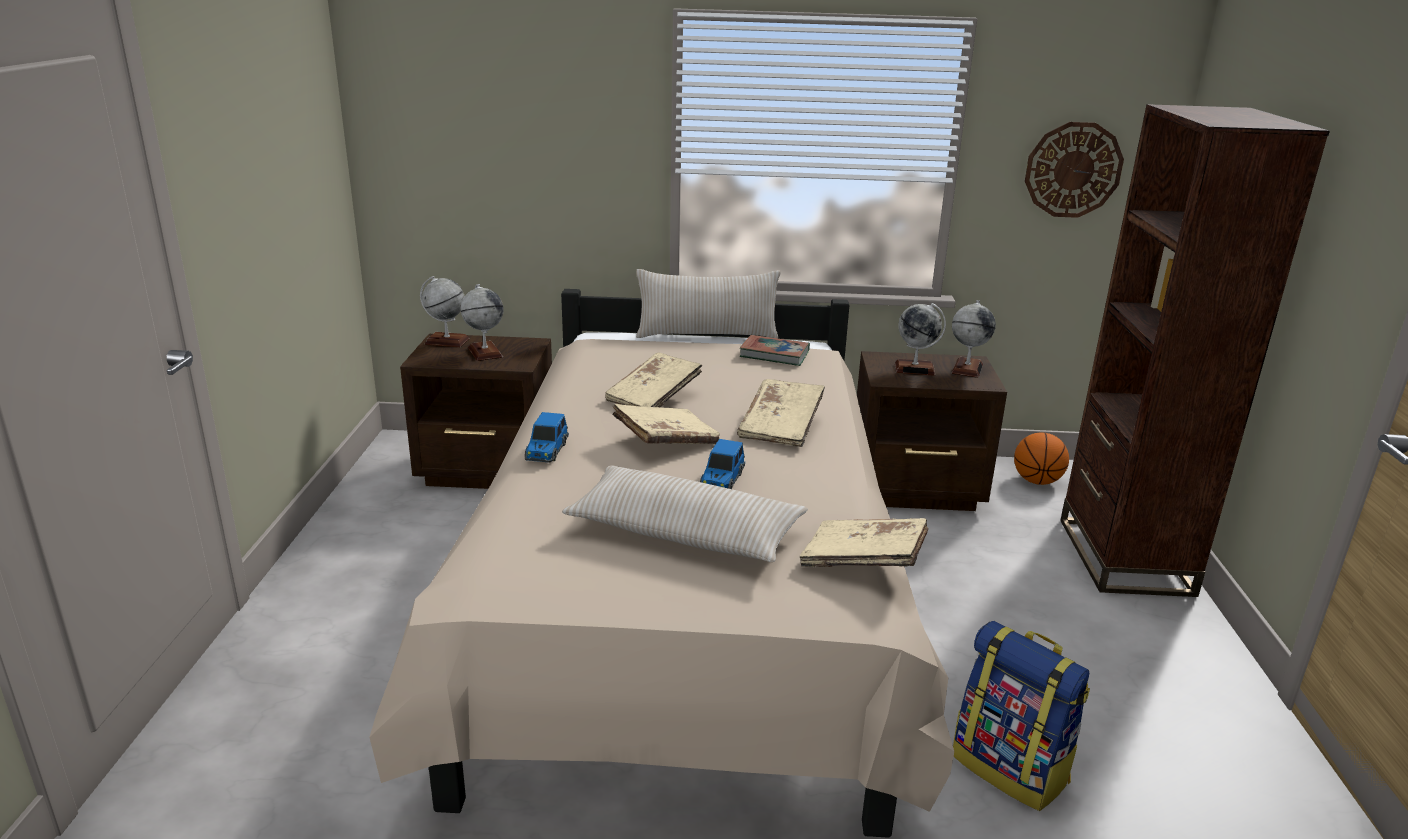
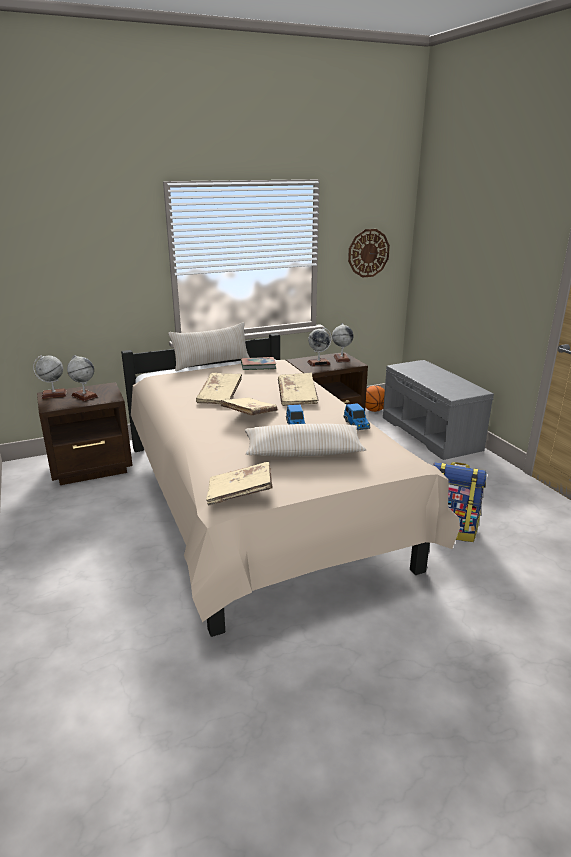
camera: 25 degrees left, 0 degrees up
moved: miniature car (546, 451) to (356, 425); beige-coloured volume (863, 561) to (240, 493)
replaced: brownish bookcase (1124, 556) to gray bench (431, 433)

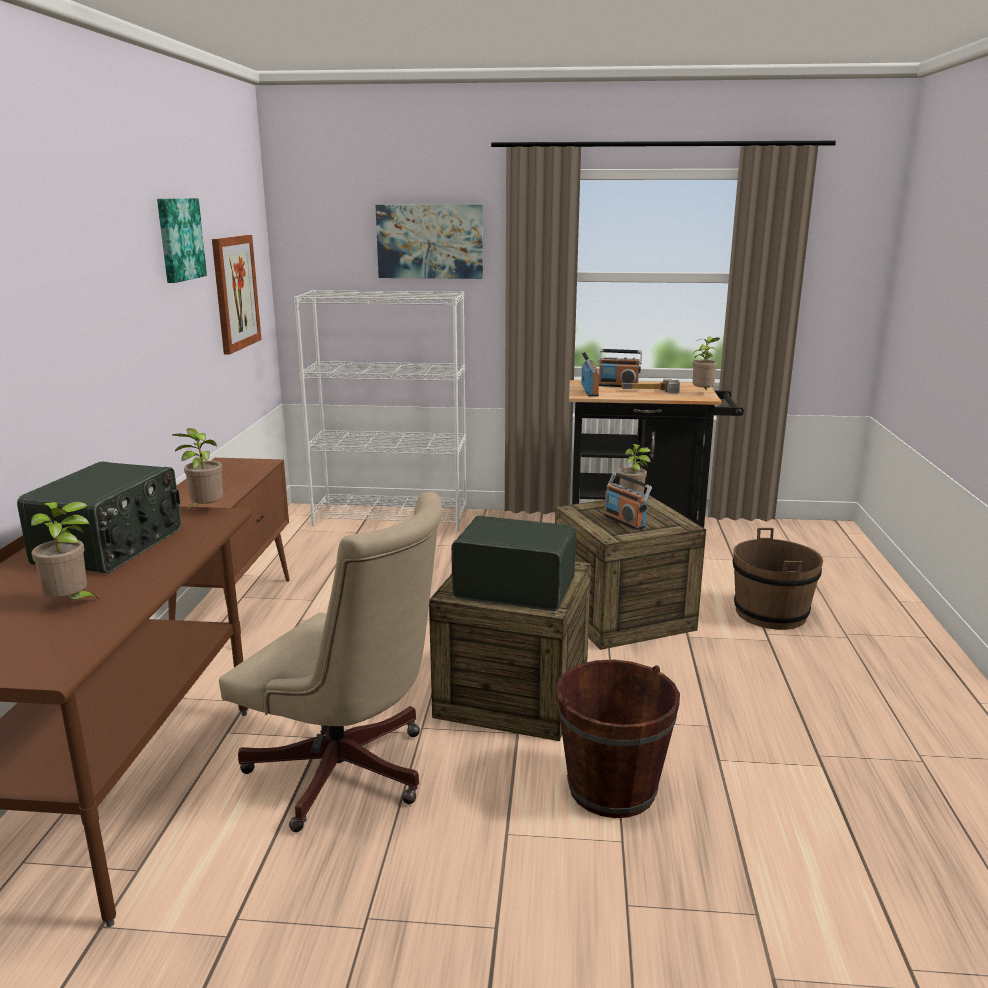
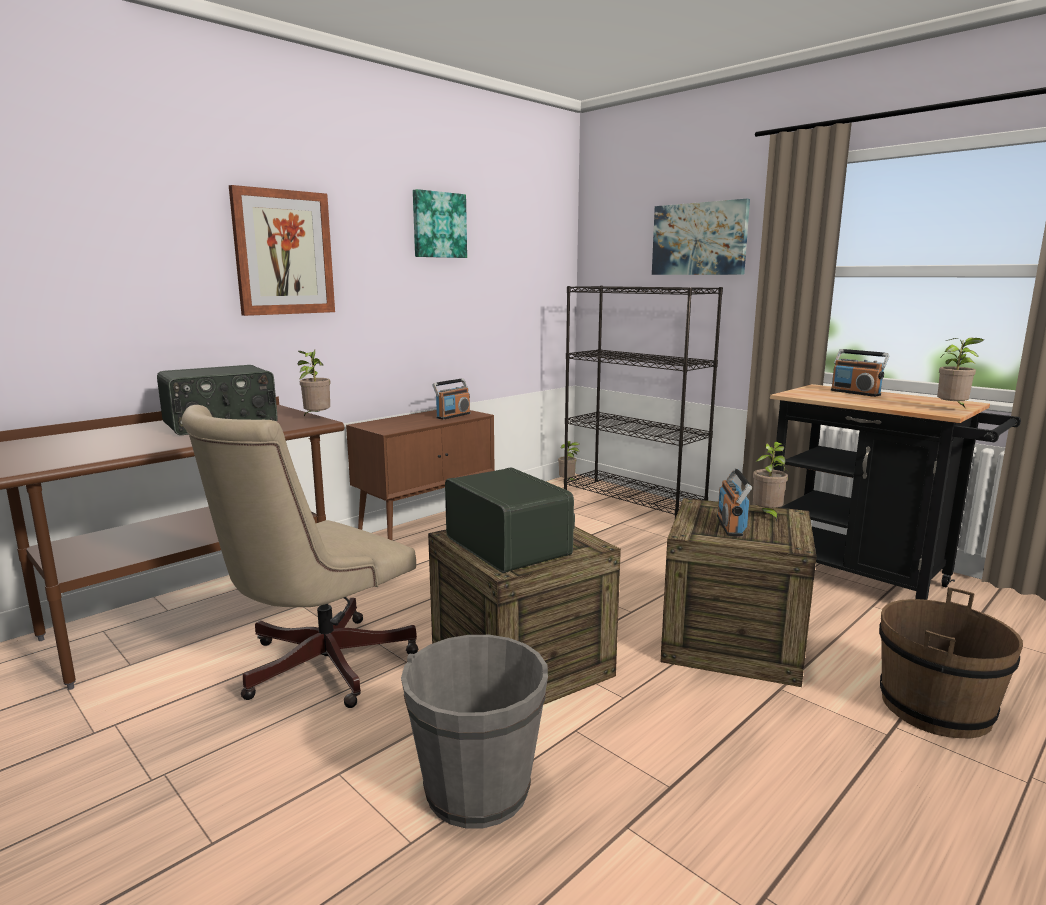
camera: 40 degrees right, 5 degrees down
removed: hammer (652, 391)
moved: houseplant (71, 604) to (568, 482); picture (235, 293) to (283, 253); radio receiver (590, 392) to (453, 416)
recoloured: white-coloured bookcase (391, 517) to blackish bookcase (633, 500); brownish pail (612, 789) to gray pail (477, 789)
turned: beige-coloured computer chair (348, 775) = (315, 667) 60 degrees clockwise

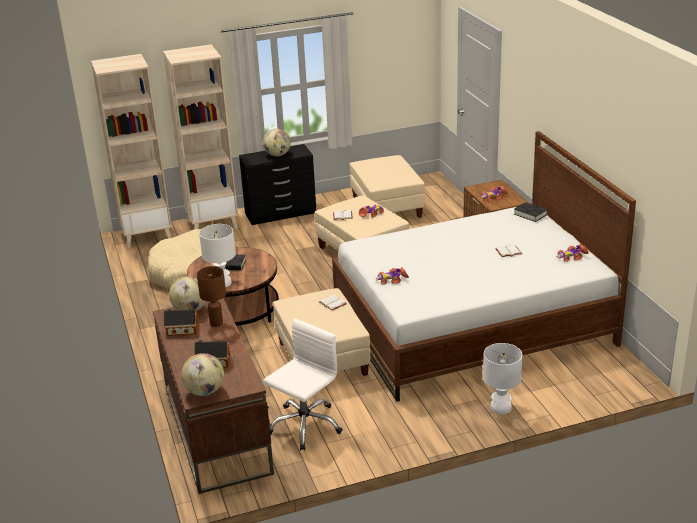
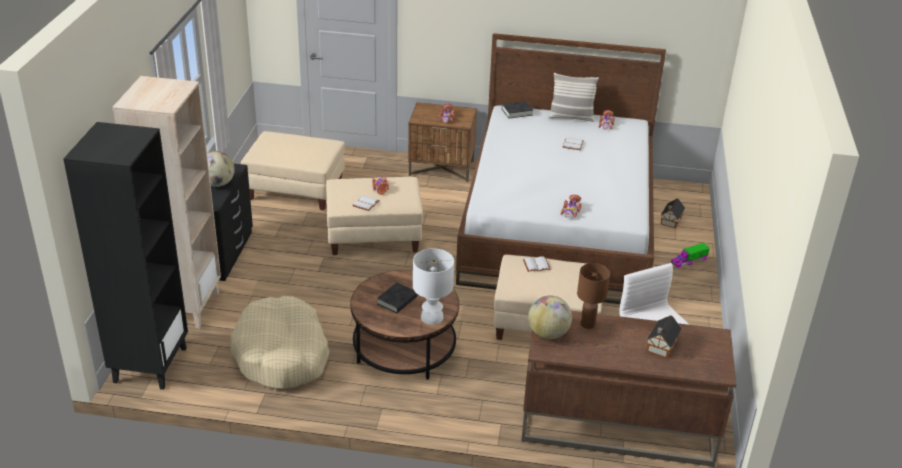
camera: 65 degrees left, 5 degrees up
removed: world globe (205, 391)
added: throw pillow (571, 117)
moved: model house (181, 329) to (670, 221)
replaced: white-coloured table lamp (500, 408) to model truck (689, 261)
recoloured: beige-coloured bookcase (147, 236) to blackish bookcase (150, 364)

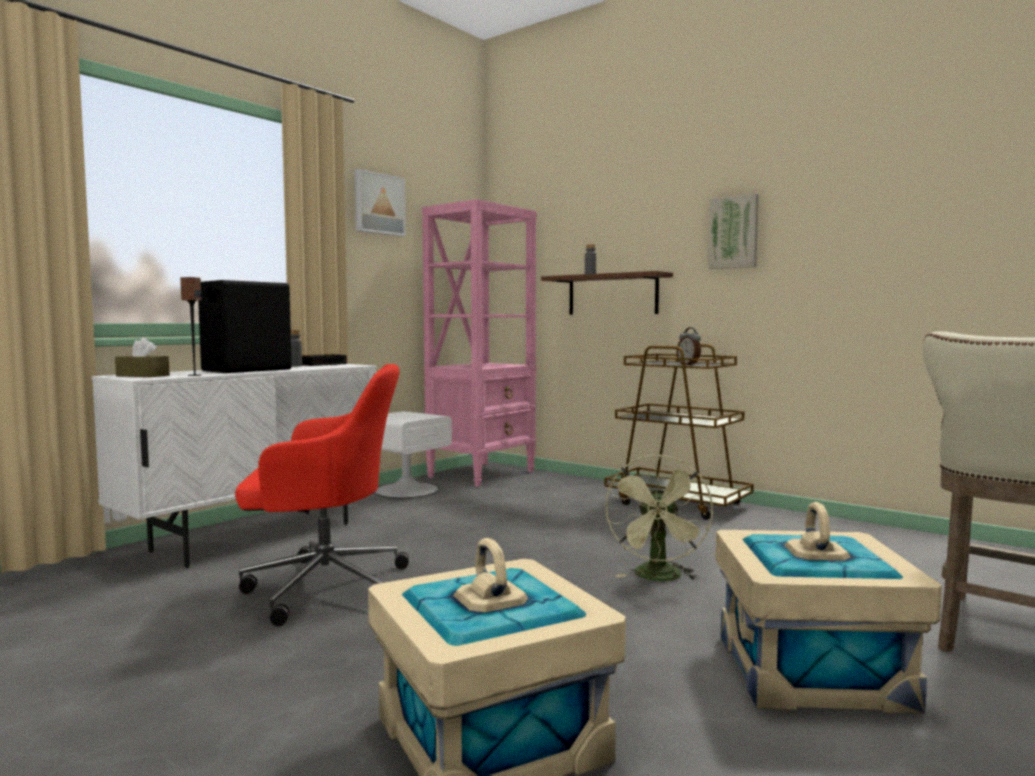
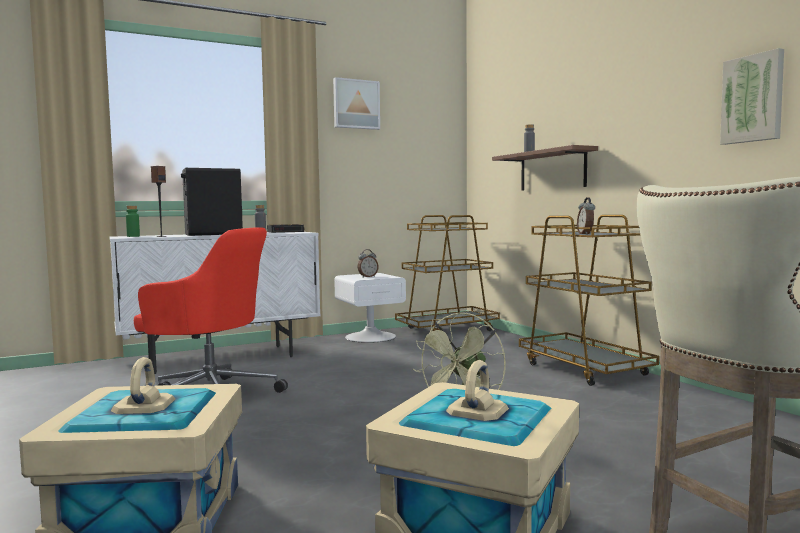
camera: 25 degrees right, 0 degrees up
added: alarm clock (367, 277)
moved: picture (734, 232) to (753, 99)
replaced: brownish tissue holder (142, 375) to green drink bottle (133, 236); pink-coloured bookcase (482, 474) to brownish trolley (447, 329)

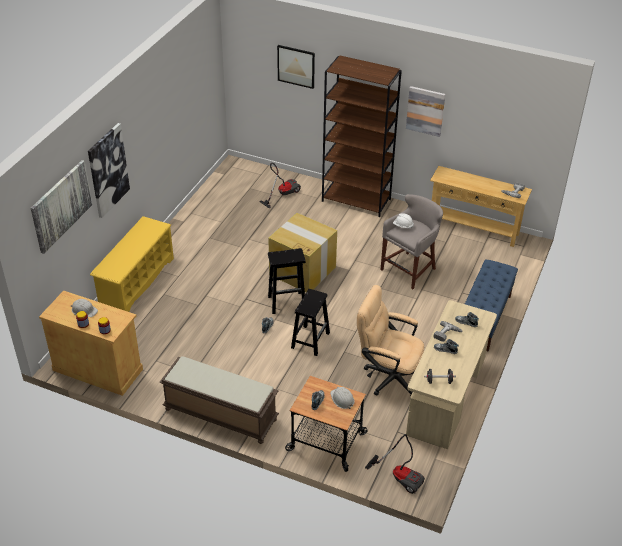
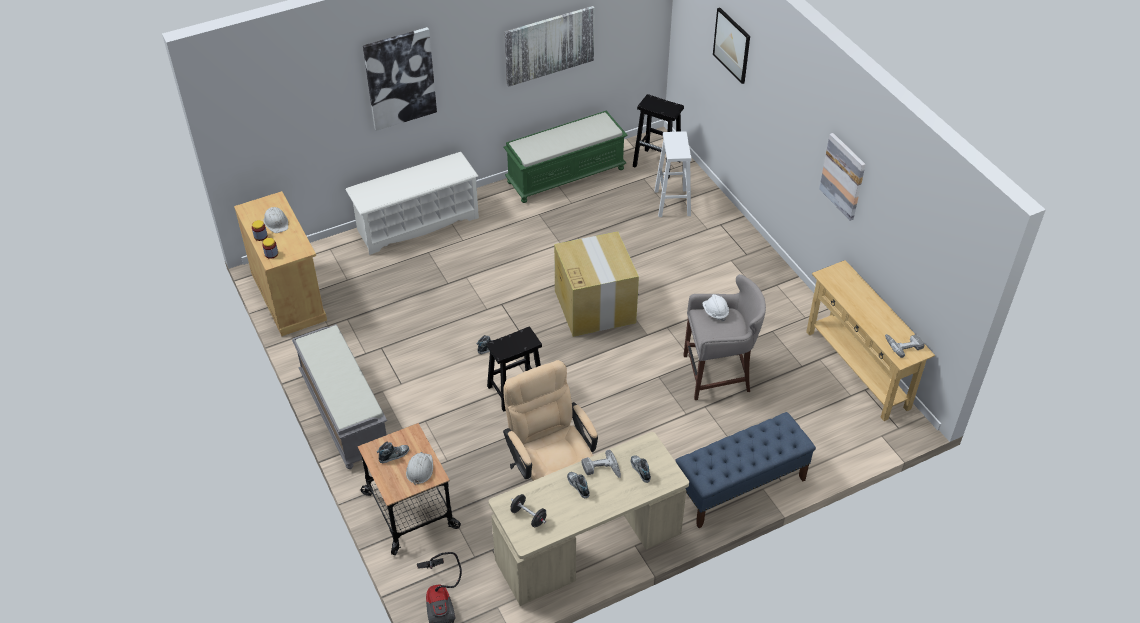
camera: 40 degrees right, 5 degrees up
removed: brownish bookcase (356, 200)
added: green bench (566, 175)
moved: picture (61, 206) to (549, 45); blackish stool seat (287, 302) to (657, 164)
replaced: hoover (282, 194) to white-coloured stool seat (672, 203)
recoloured: yellowish shoe stand (136, 281) to white-coloured shoe stand (417, 224); brownish bench (219, 414) to gray bench (343, 413)

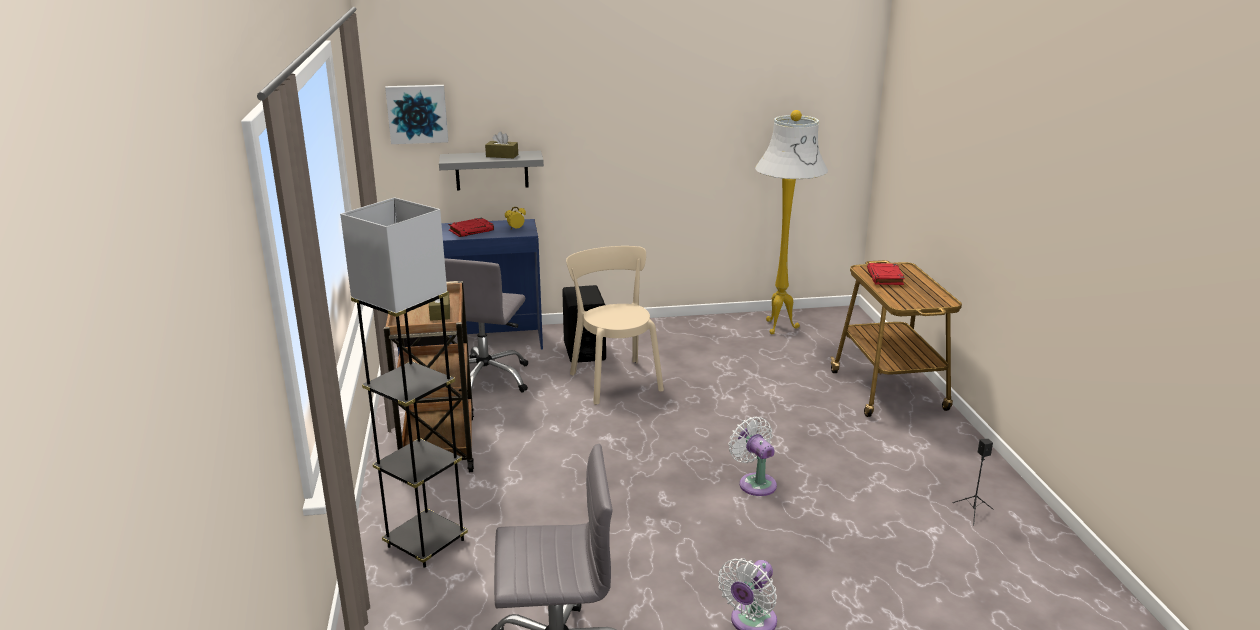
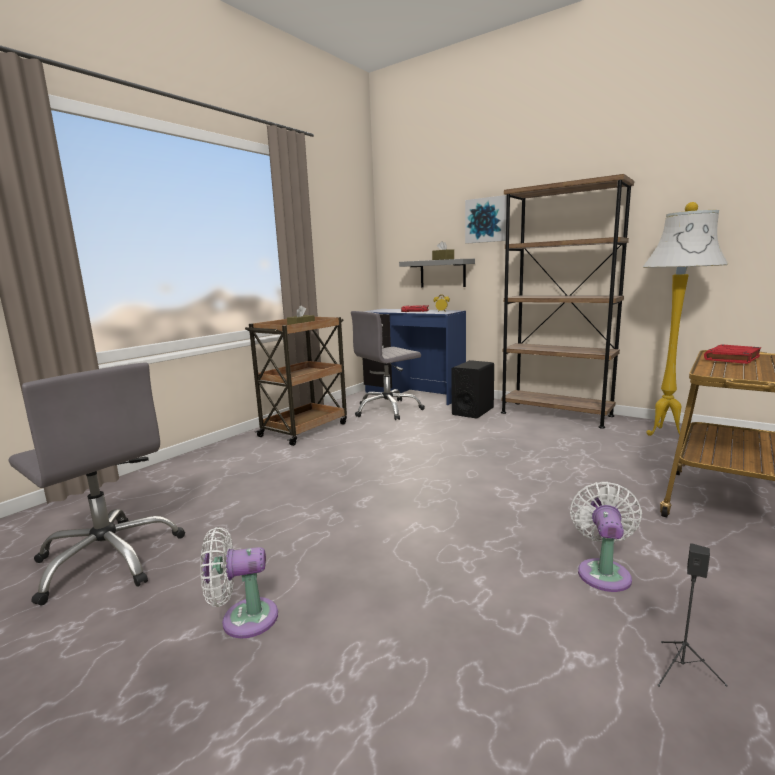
camera: 45 degrees right, 10 degrees down
removed: gray floor lamp (426, 543); beige-coloured upright chair (614, 380)
added: brownish bookcase (556, 414)
moved: picture (417, 113) to (486, 220); white-coloured electric fan (755, 482) to (603, 572)

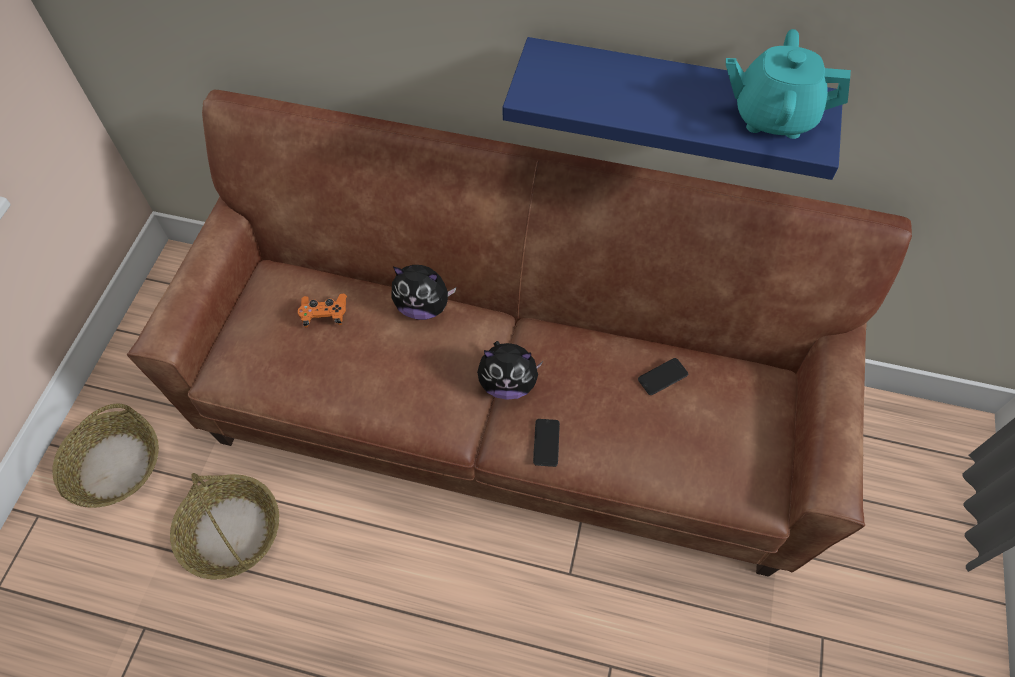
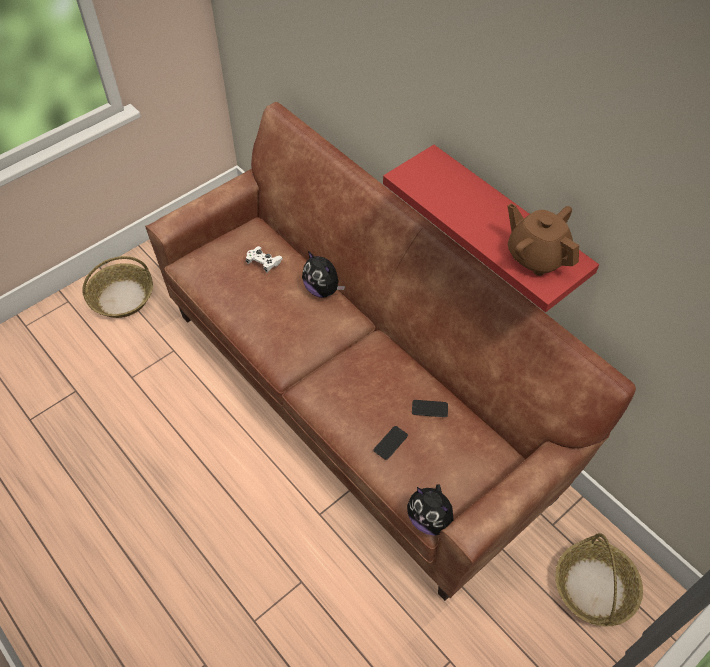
camera: 35 degrees right, 5 degrees down
moved: storage basket (230, 531) to (594, 587); soft toy (508, 383) to (430, 519); telephone (546, 443) to (390, 443)
recoloured: orange-coloured joypad (325, 314) to white-coloured joypad (263, 263); bluish wall shelf (673, 99) to reddish wall shelf (506, 224); turquoise-coloured pot for tea (773, 116) to brownish pot for tea (536, 256)

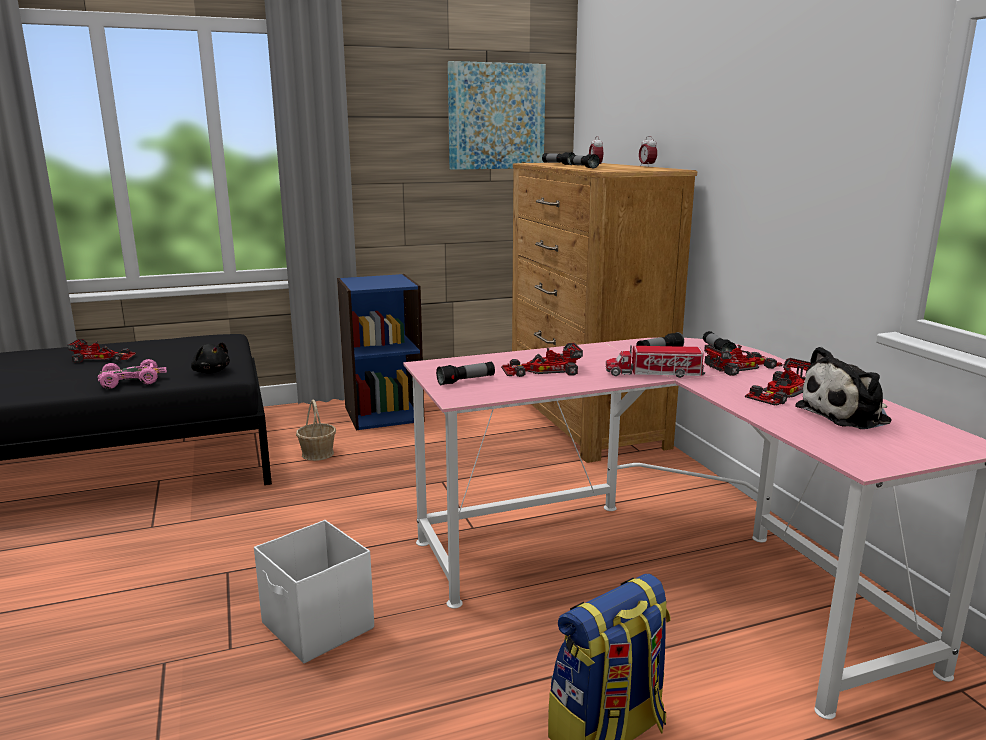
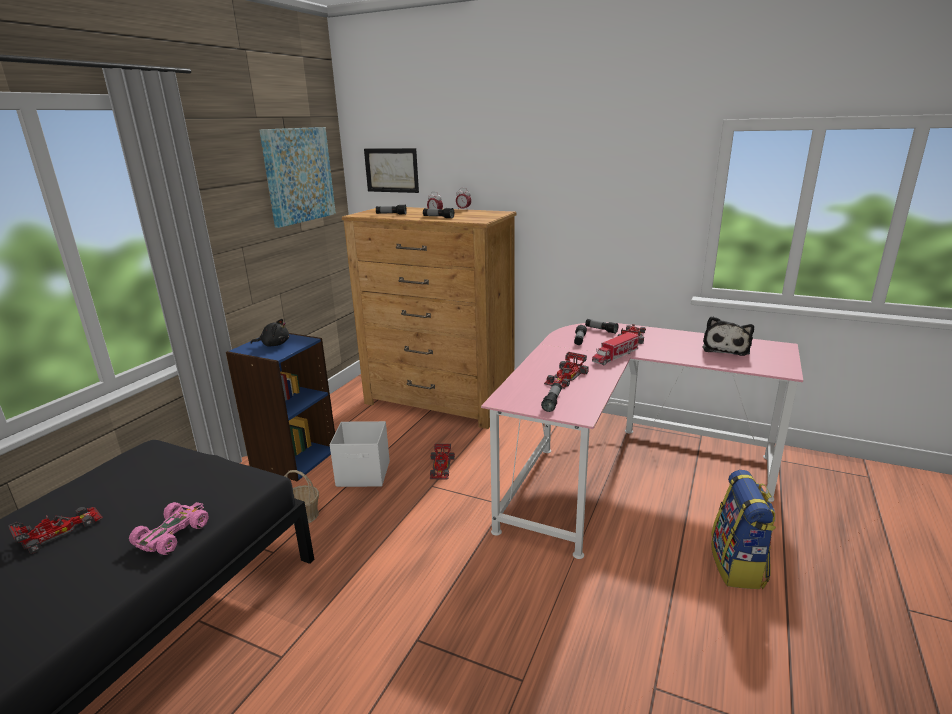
camera: 45 degrees left, 5 degrees up
added: picture (391, 170)
moved: blackish soft toy (211, 371) to (274, 344); white-coloured storage container (318, 627) to (364, 474); miniature car (781, 393) to (441, 466)

